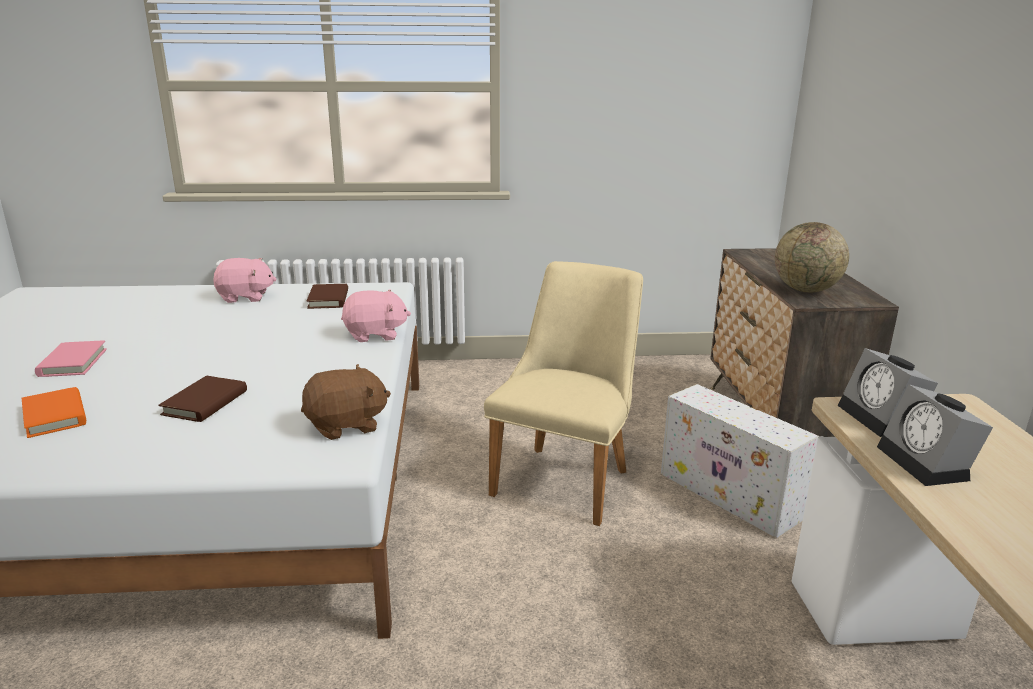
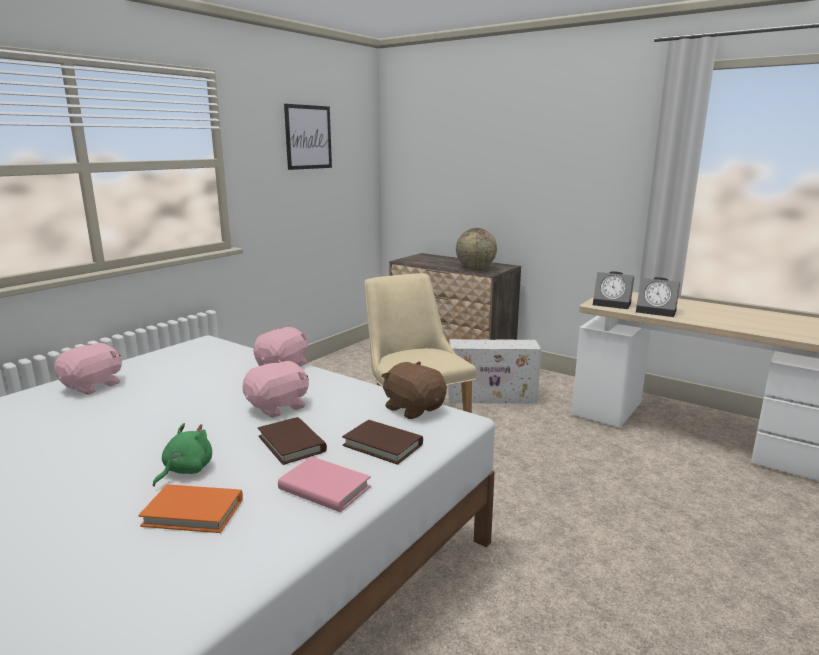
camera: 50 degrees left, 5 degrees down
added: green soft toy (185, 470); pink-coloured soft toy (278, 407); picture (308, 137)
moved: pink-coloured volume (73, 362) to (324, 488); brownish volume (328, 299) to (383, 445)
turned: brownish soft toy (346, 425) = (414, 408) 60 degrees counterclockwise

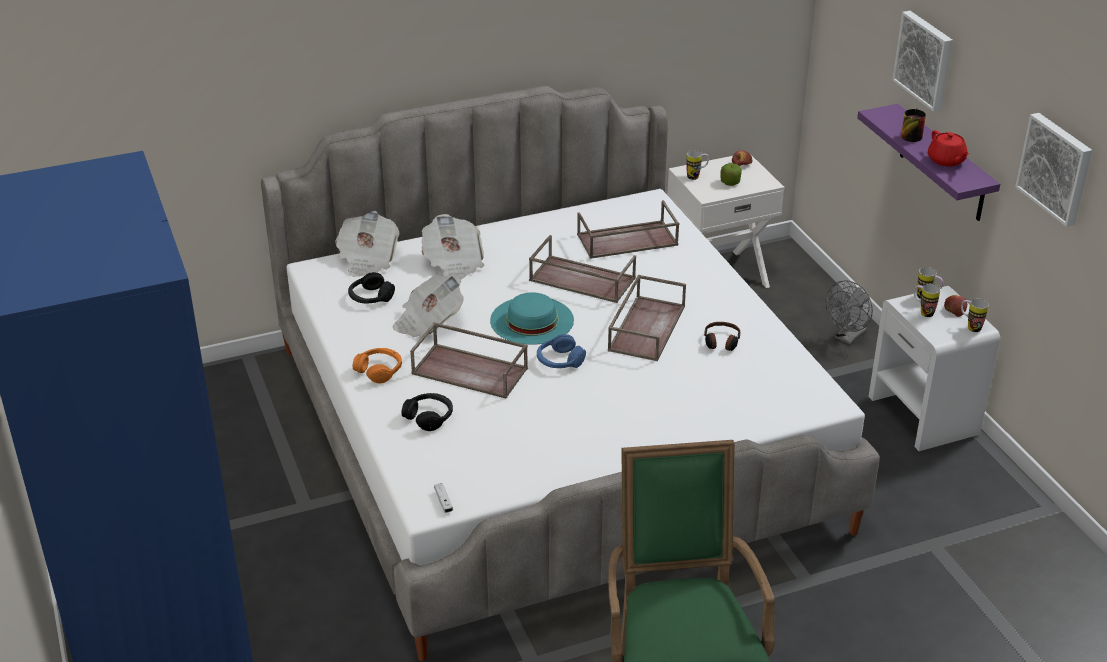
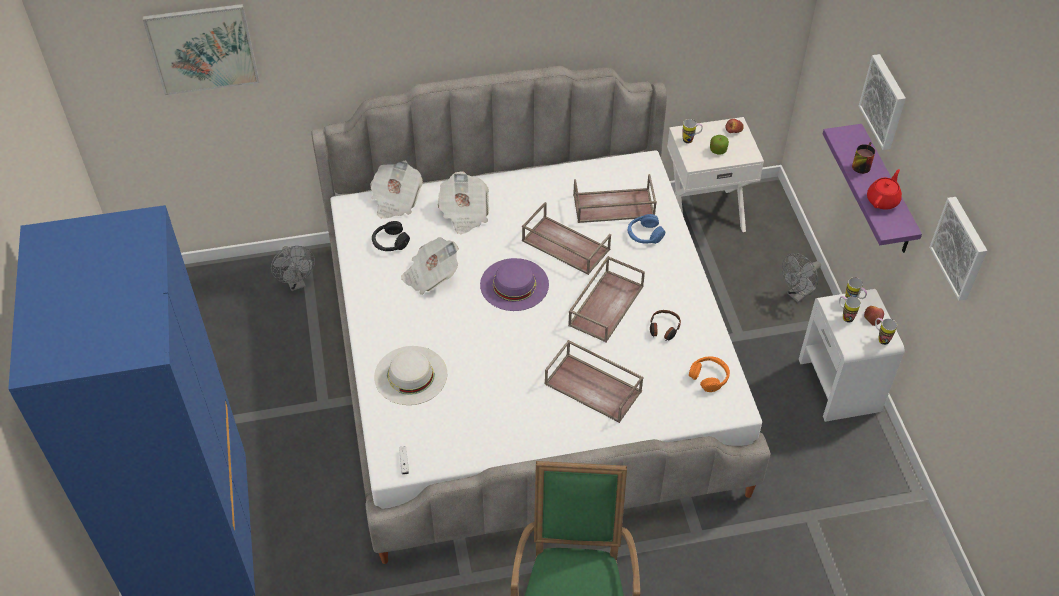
camera: 10 degrees right, 15 degrees up
added: picture (202, 48); gray electric fan (296, 283)
moved: orange-coloured headphones (379, 370) to (709, 377); brownish carrying tray (471, 370) to (594, 387); bluish headphones (559, 361) to (644, 235)
replaced: blackish headphones (429, 417) to white-coloured clothing hat (410, 375)
recoloured: turquoise-coloured clothing hat (532, 320) to purple-coloured clothing hat (514, 284)
turned: reddish pot for tea (946, 161) = (883, 200) 135 degrees counterclockwise

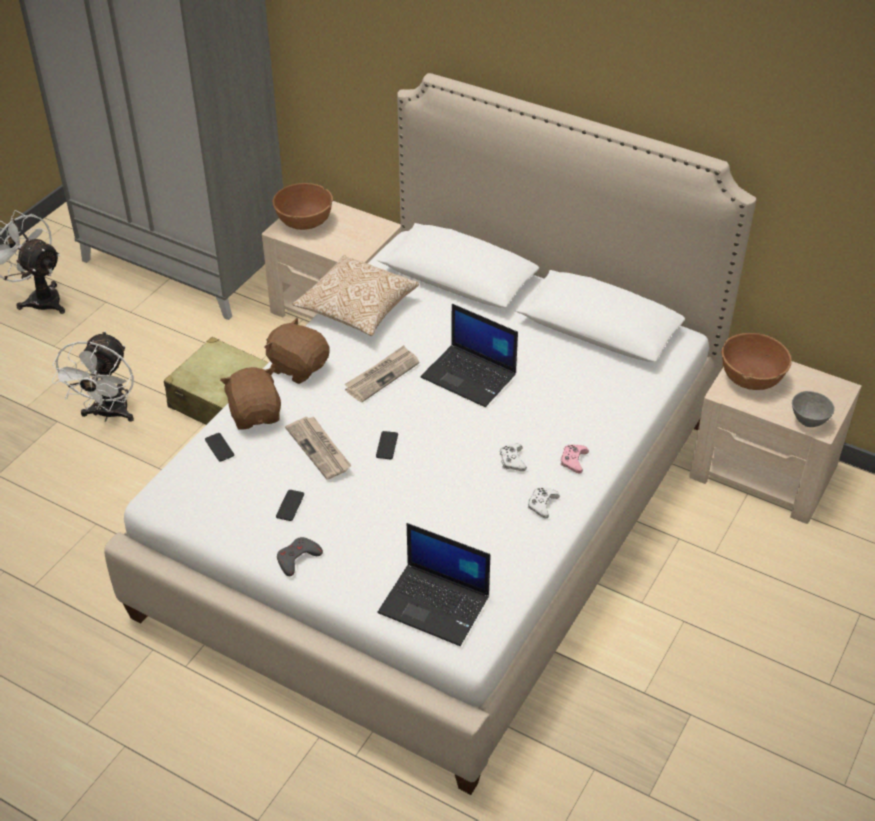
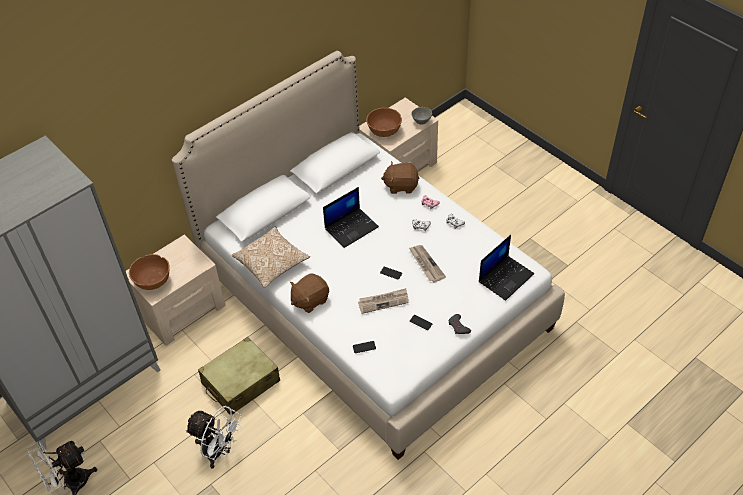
camera: 70 degrees left, 5 degrees up
moved: brownish soft toy (255, 414) to (401, 185); printed paper (382, 375) to (426, 264)

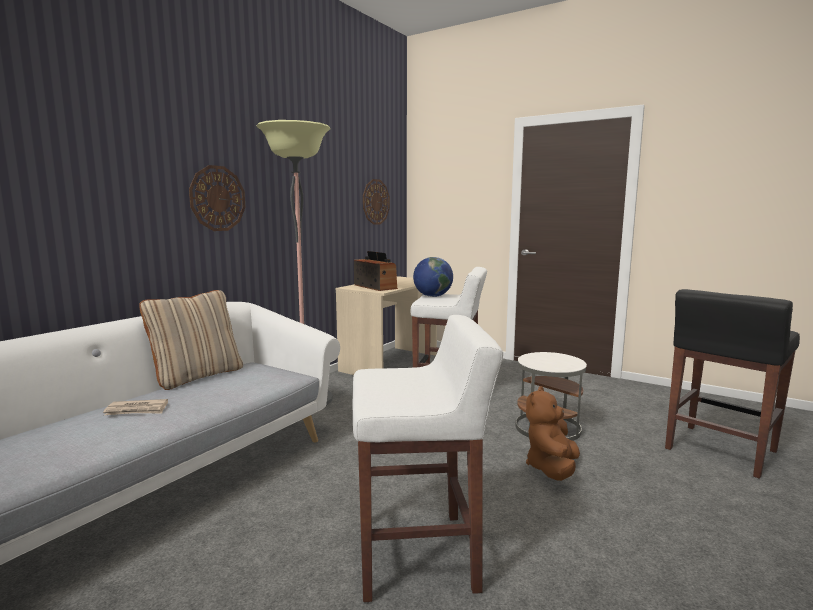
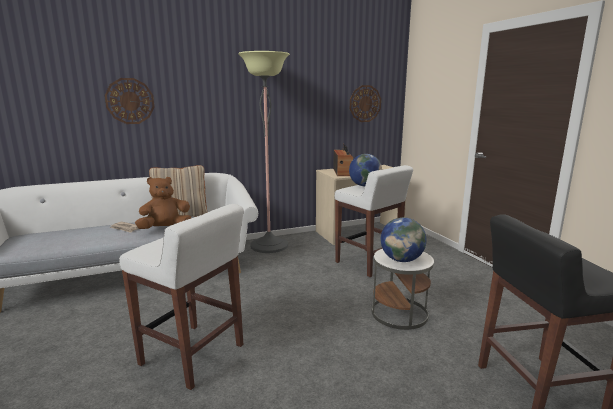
camera: 35 degrees right, 5 degrees up
added: world globe (401, 260)
moved: hanging clock (217, 198) to (130, 101); brownish soft toy (552, 469) to (165, 229)

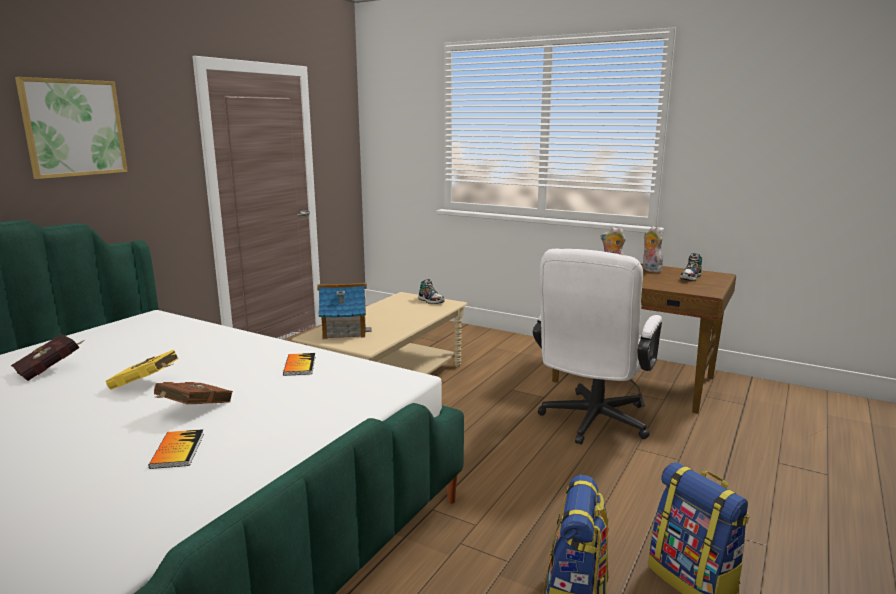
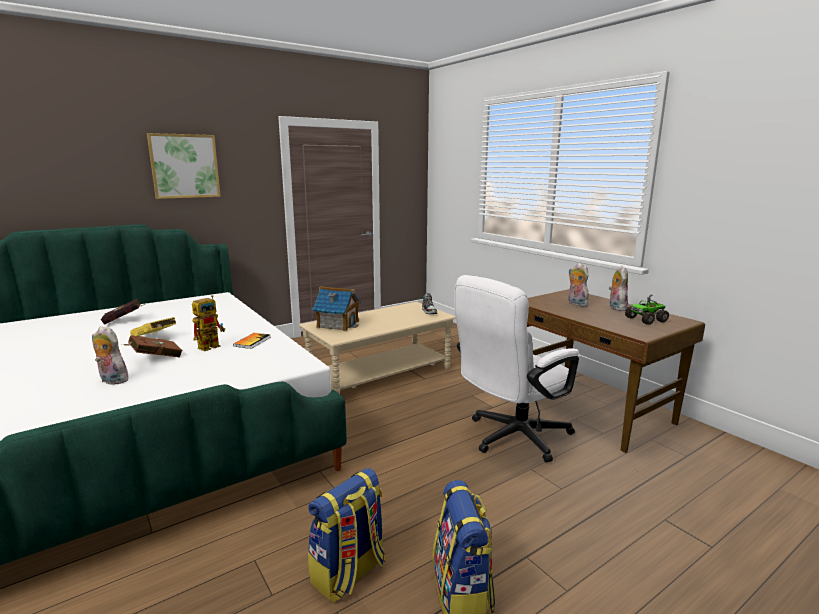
camera: 25 degrees right, 0 degrees up
added: toy robot (212, 345)
replaced: volume (177, 450) to soft toy (111, 380); shoe (690, 278) to model truck (646, 319)

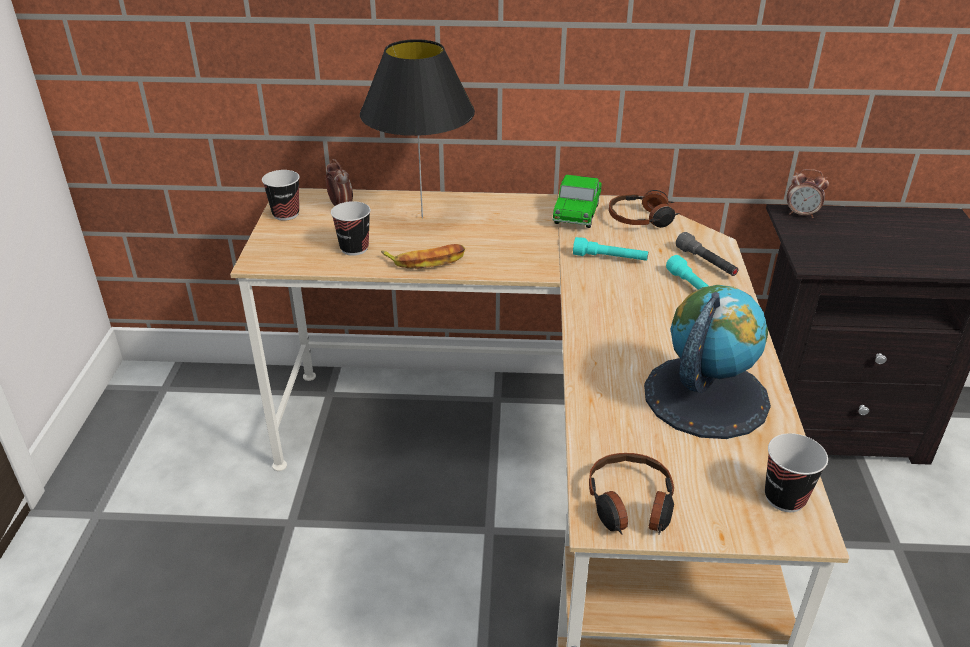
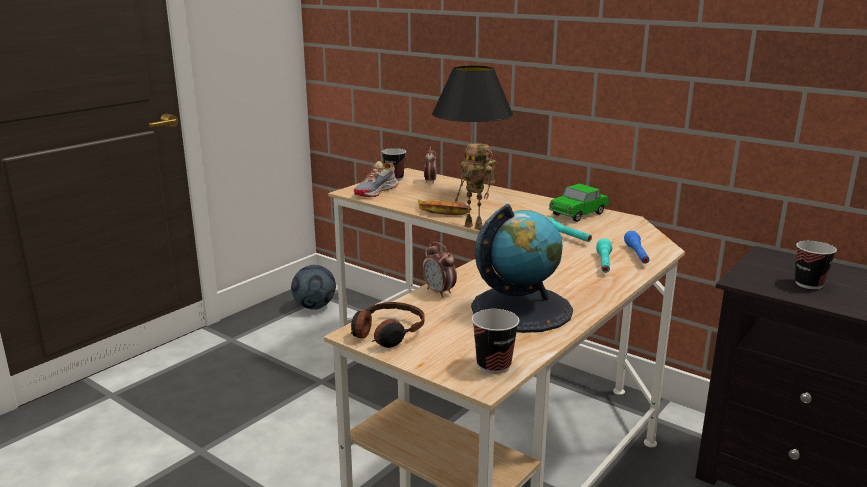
camera: 35 degrees right, 15 degrees down
removed: headphones (642, 219)
added: football ball (315, 306); shoe (377, 191); toy robot (476, 227)
moved: drinking cup (354, 248) to (809, 284); alarm clock (801, 214) to (439, 292)
recoloured: gray torch (706, 263) to bluish torch (637, 255)

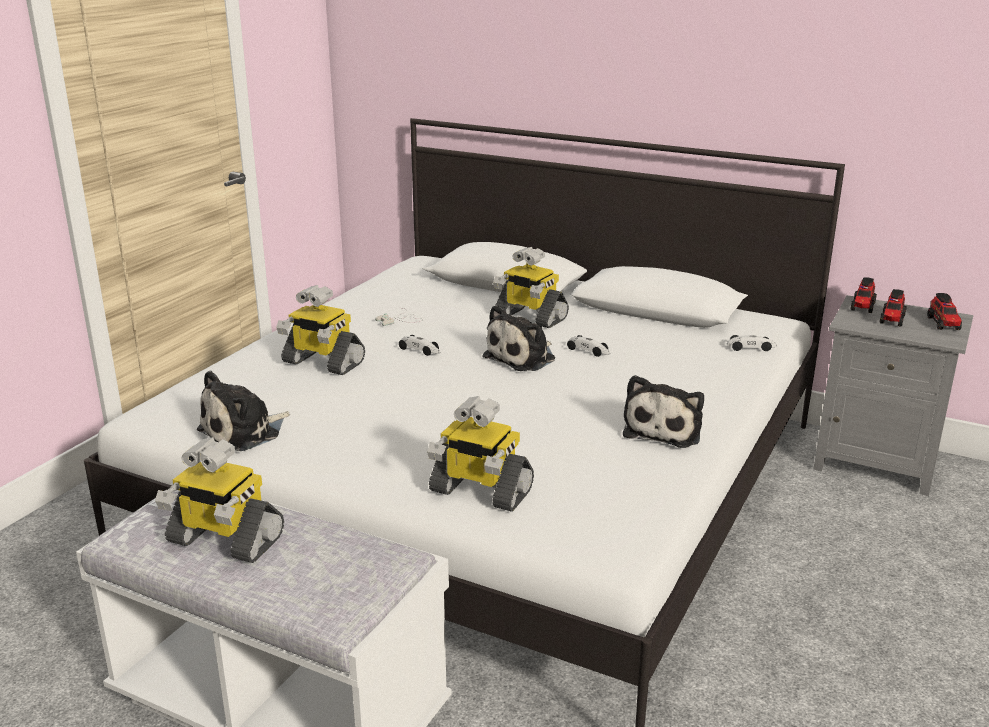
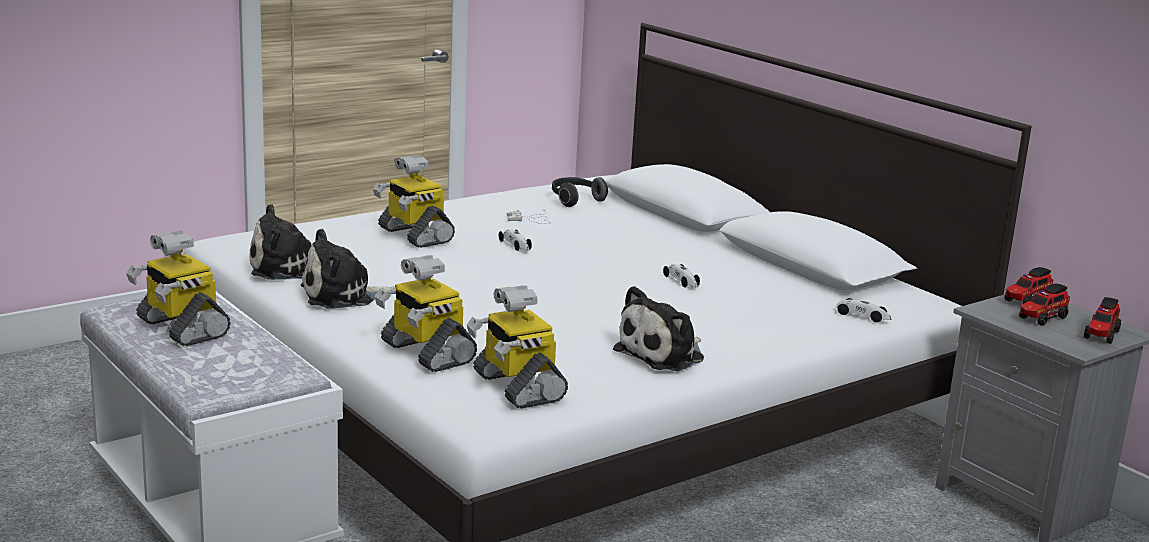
camera: 25 degrees right, 5 degrees down
added: headphones (575, 200)
moved: soft toy (523, 357) to (342, 295); toy robot (529, 317) to (516, 387)

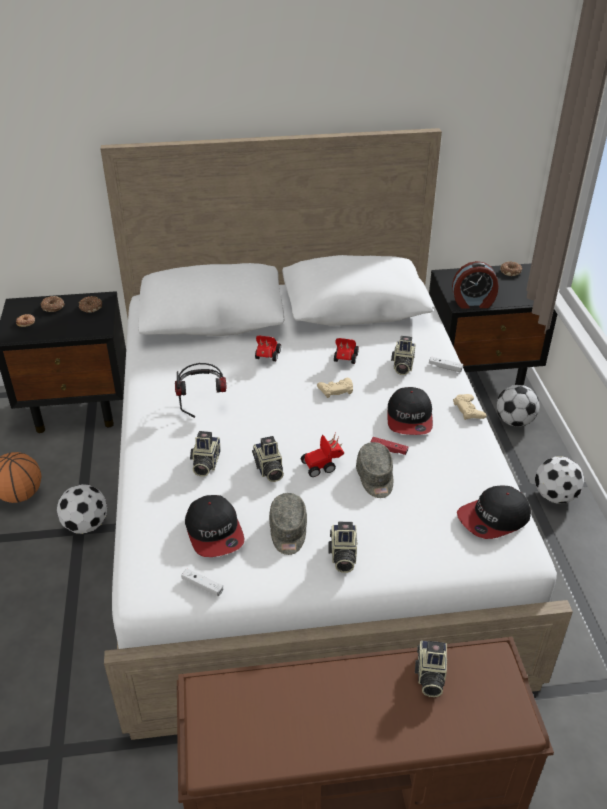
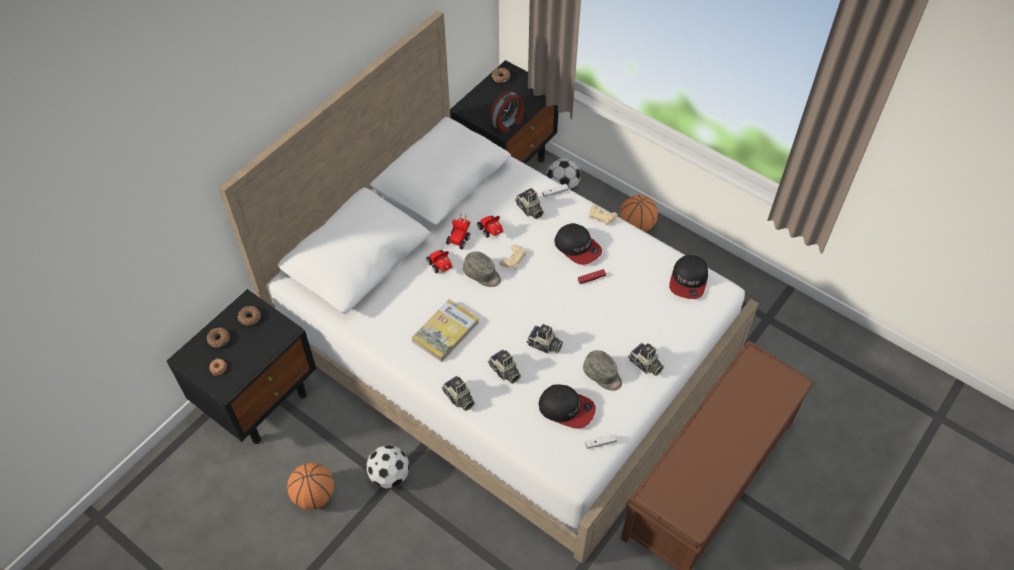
camera: 45 degrees left, 15 degrees up
moved: miniature car (323, 465) to (460, 237); gray baseball cap (375, 478) to (482, 274); still camera (429, 675) to (458, 399)
replaced: headphones (202, 402) to volume (445, 332); football ball (555, 496) to ball for basketball (636, 226)

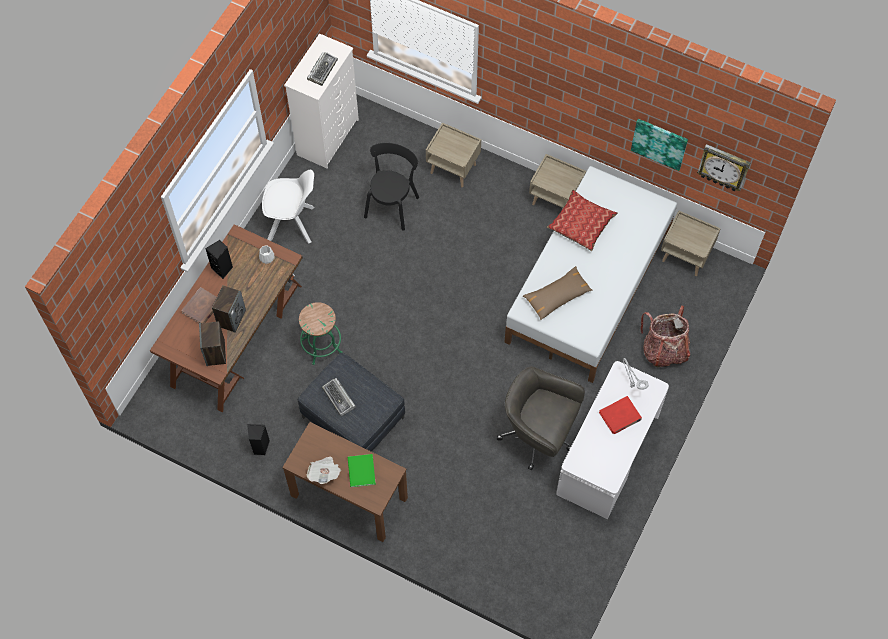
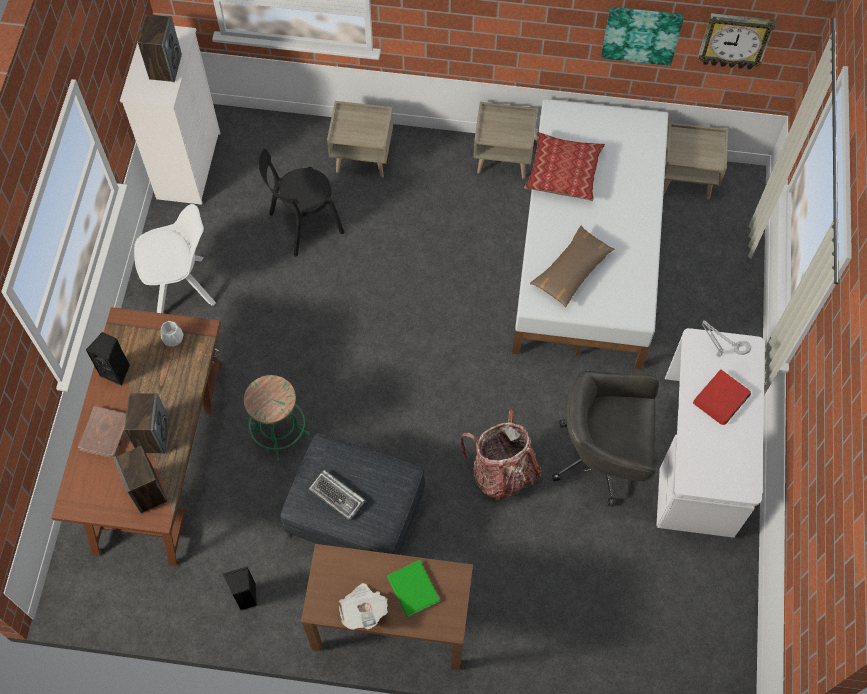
camera: 20 degrees left, 0 degrees up
moved: knapsack (664, 350) to (503, 472)
replaced: PC keyboard (322, 70) to speaker (165, 66)
turned: blackish upright chair (392, 204) = (303, 224) 120 degrees counterclockwise

